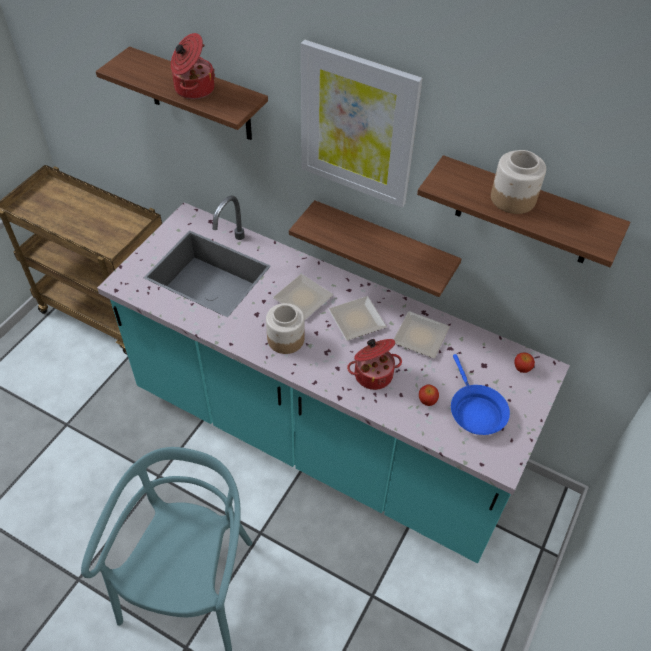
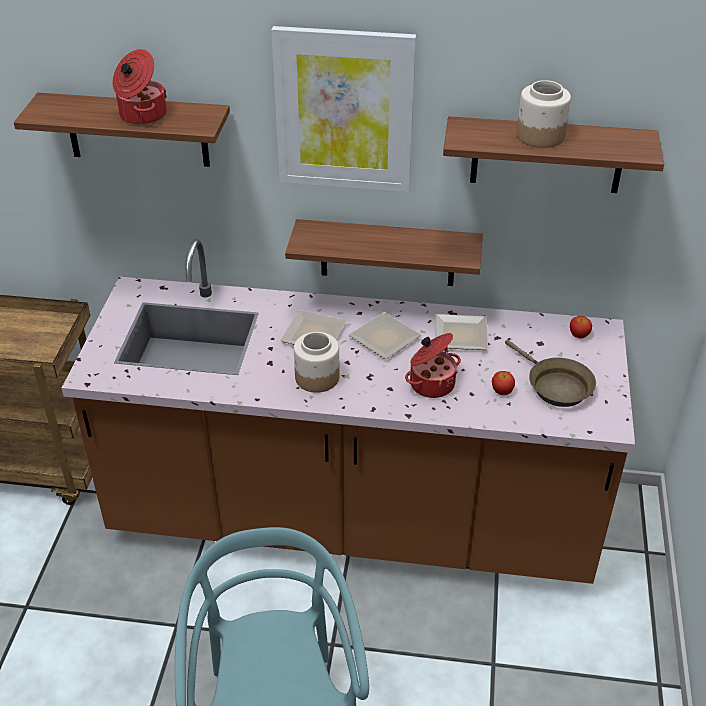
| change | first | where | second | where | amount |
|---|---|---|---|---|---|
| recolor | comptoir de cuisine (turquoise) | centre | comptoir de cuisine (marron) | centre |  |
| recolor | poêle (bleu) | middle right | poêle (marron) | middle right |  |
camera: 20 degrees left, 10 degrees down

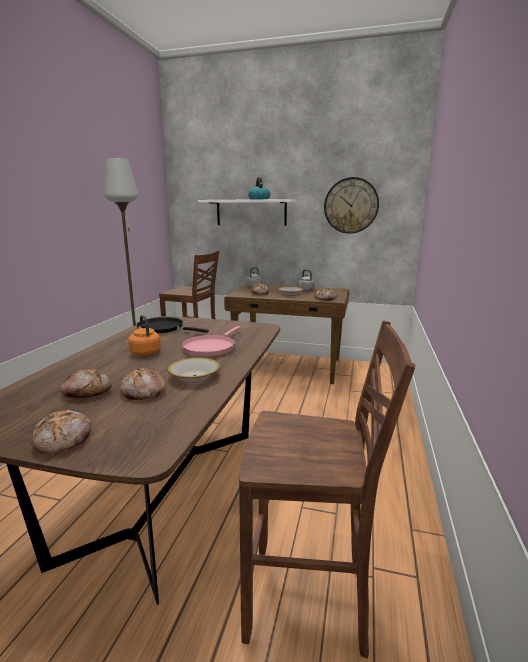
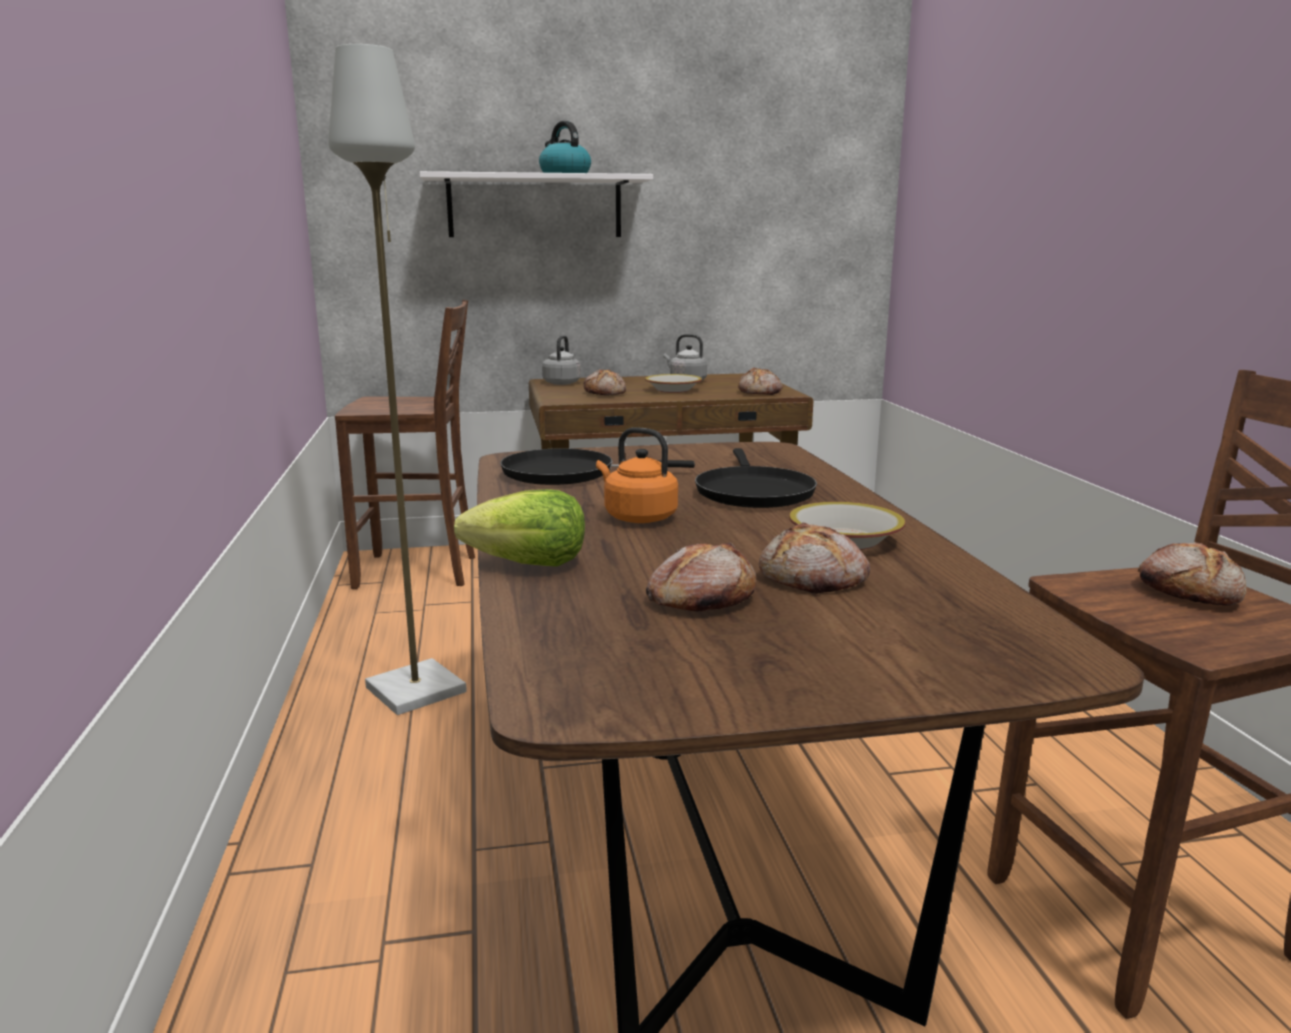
| change | first | where | second | where | amount |
|---|---|---|---|---|---|
| move | pain (1st from left in the first image) | middle left | pain (5th from left) | middle right |  |
| recolor | poêle (rose) | centre | poêle (noir) (2nd from left) | centre |  |
| delete | horloge murale | top centre |  |  |  |
| insert |  |  | laitue | centre |  |
camera: 25 degrees left, 0 degrees up

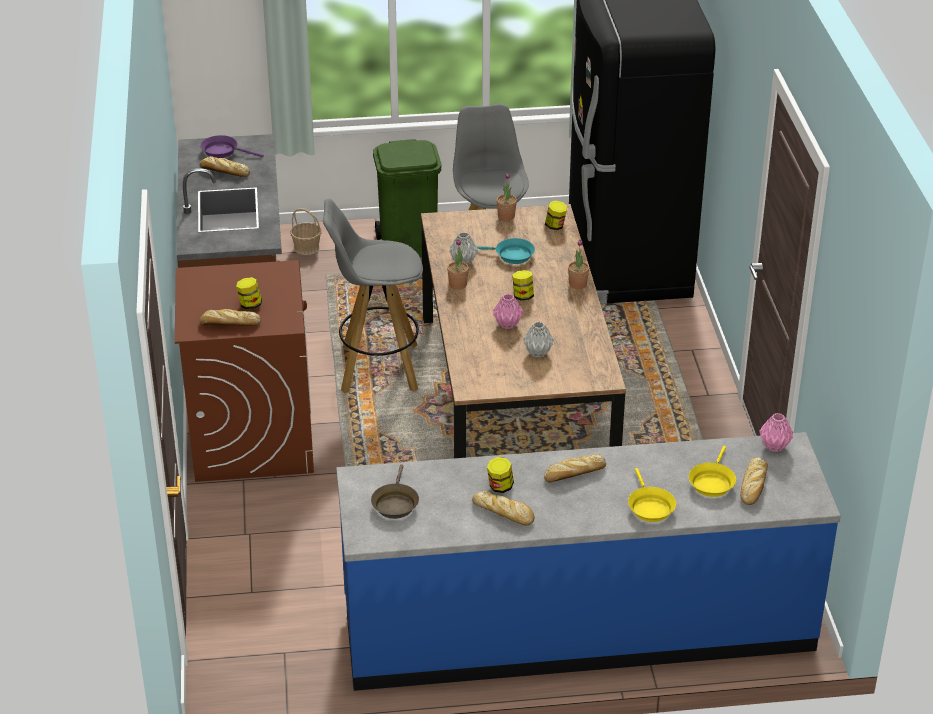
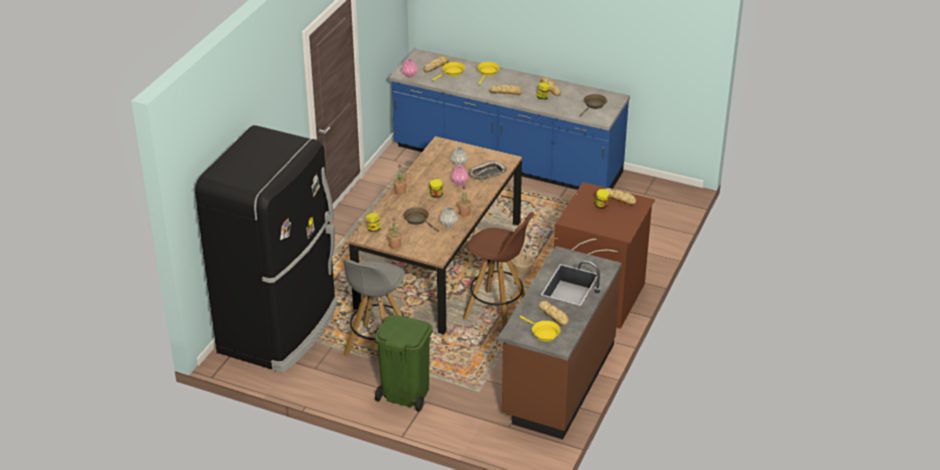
| change | first | where | second | where | amount |
|---|---|---|---|---|---|
| recolor | poêle (violet) | top left | poêle (jaune) (3rd from left) | bottom centre |  |
| move | panier | top left |  | centre |  |
| recolor | tabouret (gris) (1st from left) | centre | tabouret (marron) | centre |  |
| recolor | poêle (turquoise) | centre | poêle (marron) (1st from left) | centre |  |
| insert |  |  | plateau | centre |  |
camera: 150 degrees left, 0 degrees up

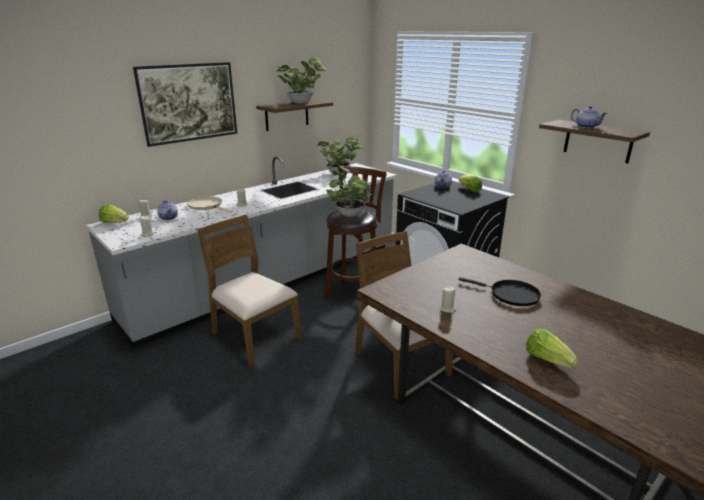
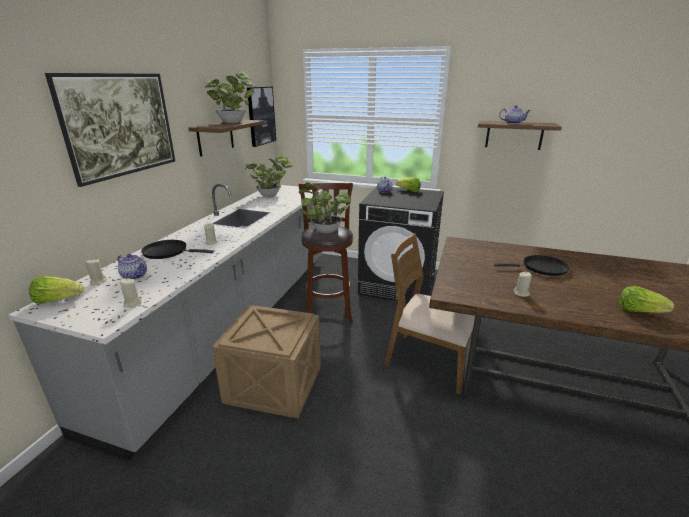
| change | first | where | second | where | amount |
|---|---|---|---|---|---|
| recolor | poêle (beige) | middle left | poêle (noir) (1st from left) | middle left |  |
| replace | chaise (marron) (1st from left) | centre | caisse | bottom centre |  |
| insert |  |  | tableau (2nd from left) | top centre |  |
camera: 30 degrees left, 0 degrees up

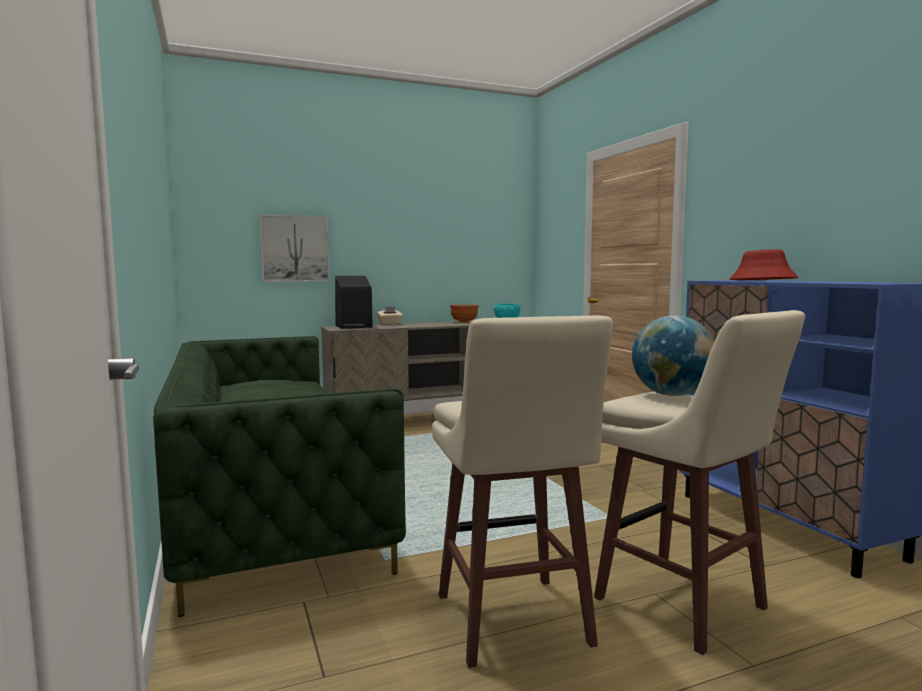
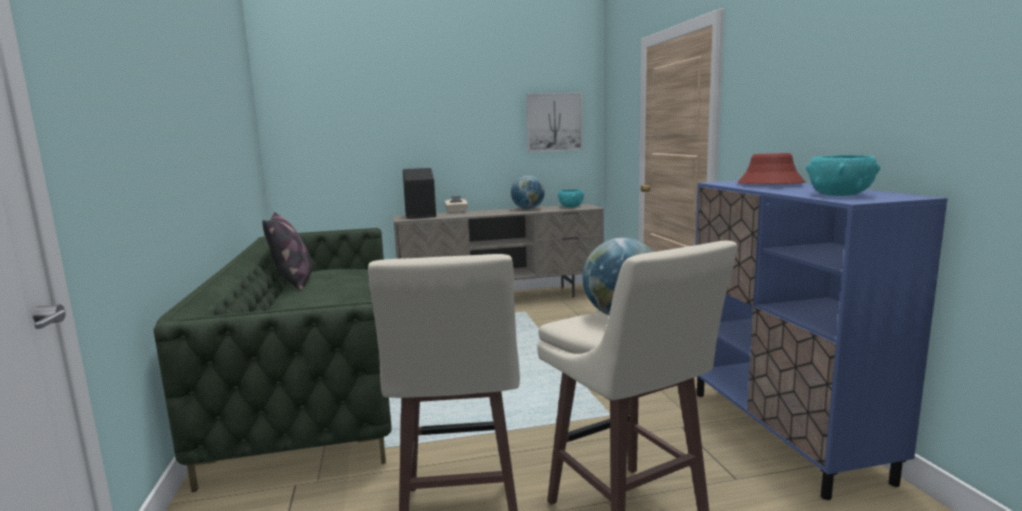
| change | first | where | second | where | amount |
|---|---|---|---|---|---|
| move | tableau | middle left |  | top centre |  |
| replace | bol (marron) | centre | globe (1st from left) | centre |  |
| insert |  |  | coussin | middle left |  |
| insert |  |  | bol (turquoise) (2nd from left) | middle right |  |
camera: 10 degrees right, 5 degrees up

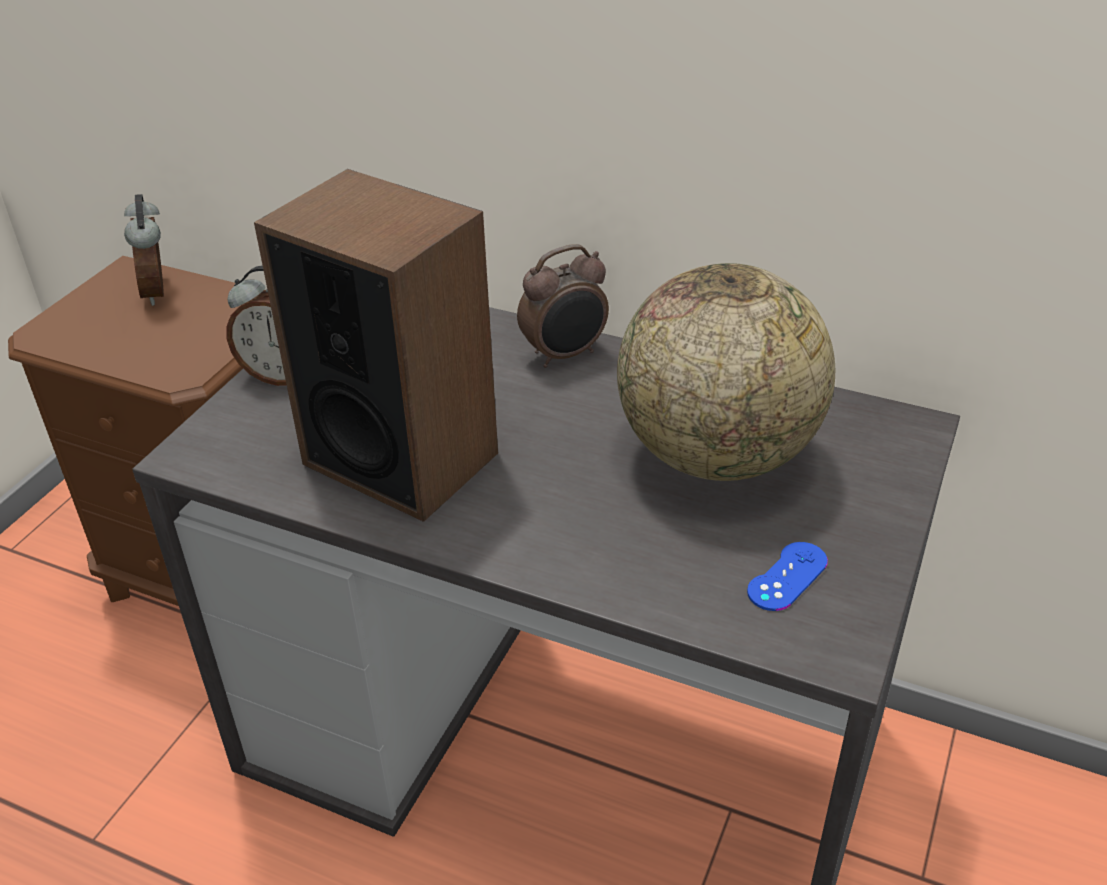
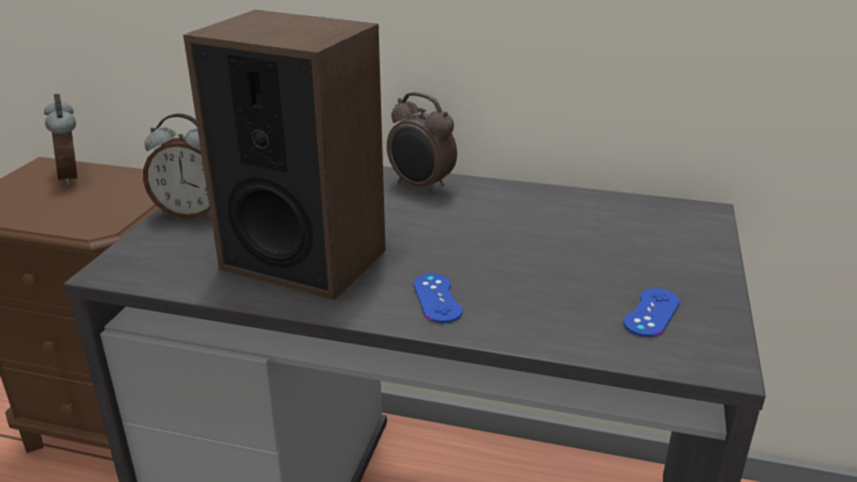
| change | first | where | second | where | amount |
|---|---|---|---|---|---|
| rotate | réveil (3rd from left) | centre |  | top centre | 75 degrees clockwise |
| delete | globe | centre |  |  |  |
| insert |  |  | manette (bleu) (1st from left) | centre |  |
camera: 10 degrees left, 10 degrees down

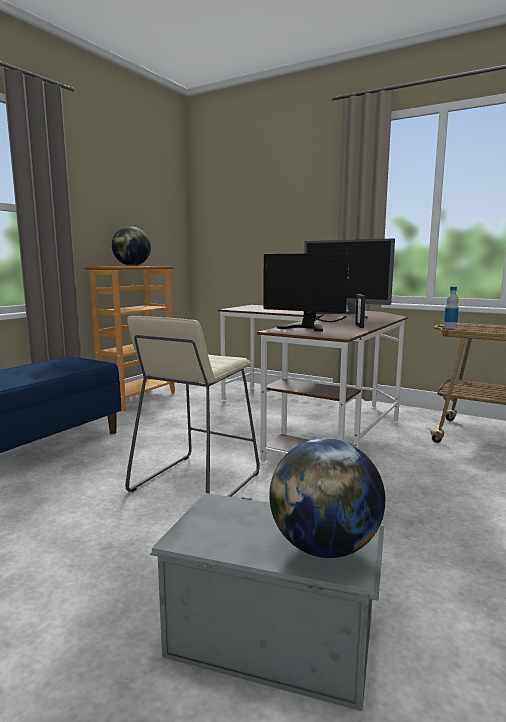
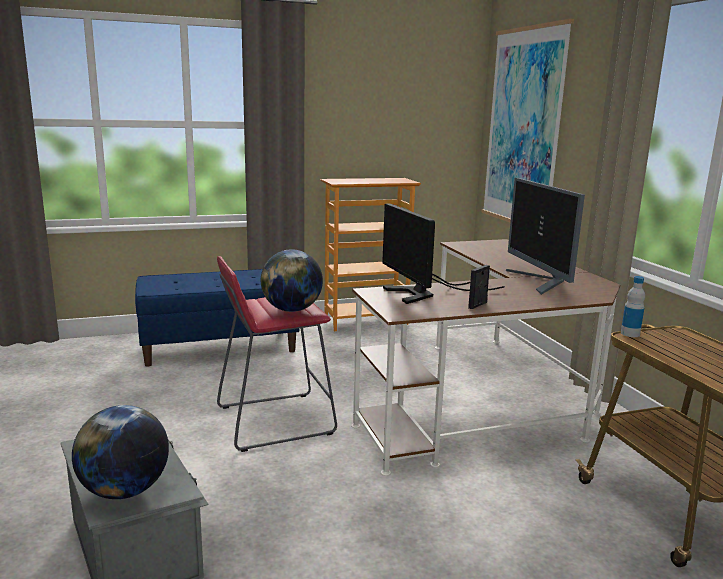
| change | first | where | second | where | amount |
|---|---|---|---|---|---|
| move | globe (1st from left in the first image) | middle left | globe (2nd from left) | centre |  |
| recolor | tabouret (beige) | centre | tabouret (rouge) | centre |  |
| insert |  |  | tableau | top right |  |
camera: 40 degrees right, 5 degrees up

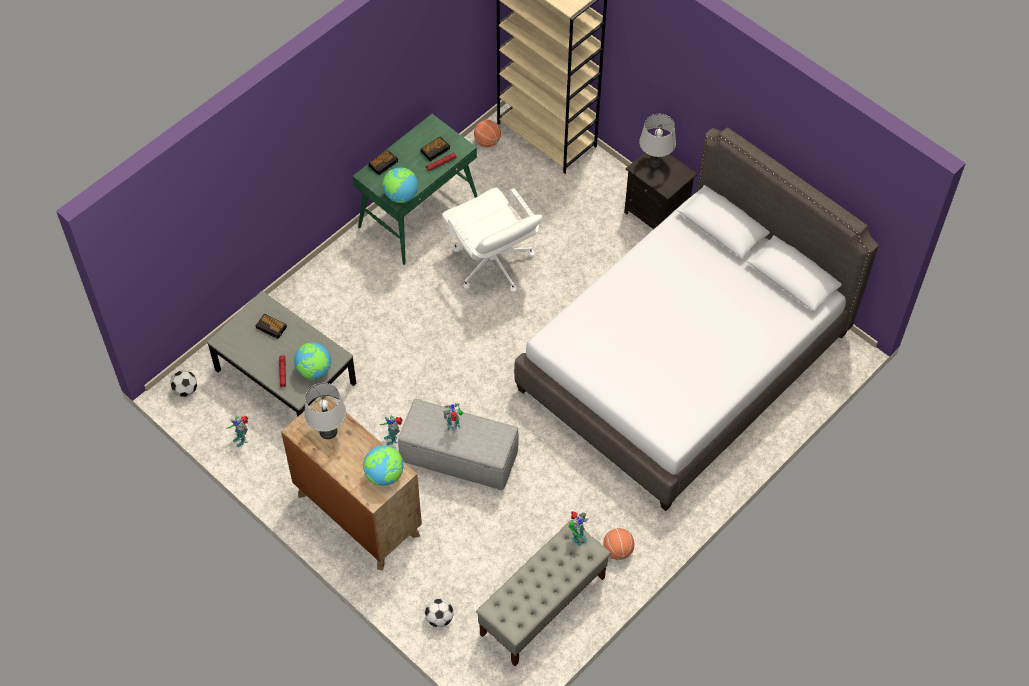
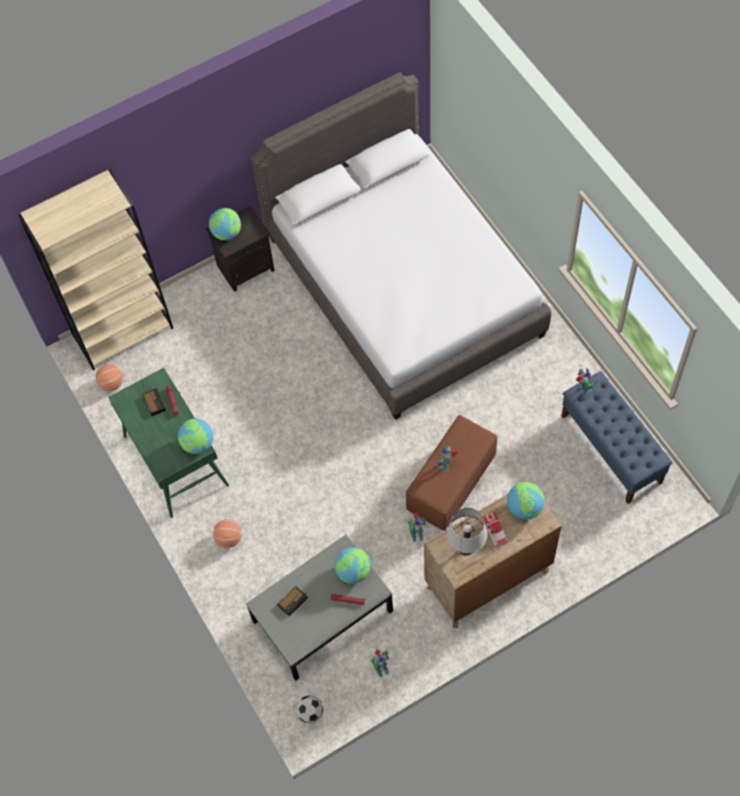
| change | first | where | second | where | amount |
|---|---|---|---|---|---|
| delete | réveil (2nd from left) | top centre |  |  |  |
| recolor | pouf (gris) | centre | pouf (marron) | centre |  |
| delete | ballon de foot (2nd from left) | bottom centre |  |  |  |
| delete | chaise de bureau (blanc) | centre |  |  |  |
| recolor | banc (gris) | bottom centre | banc (bleu) | middle right |  |
| move | ballon de basket (2nd from left) | bottom centre |  | bottom left |  |
| replace | lampe de table (gris) (2nd from left) | top centre | globe (2nd from left) | top left |  |
| insert |  |  | petite voiture | middle right |  |
camera: 70 degrees left, 5 degrees up

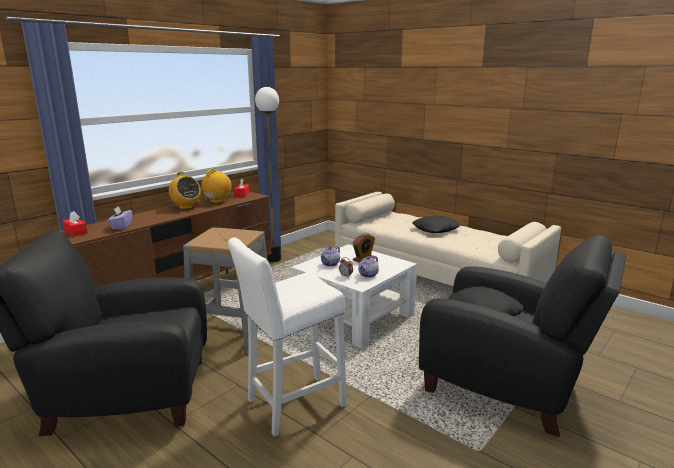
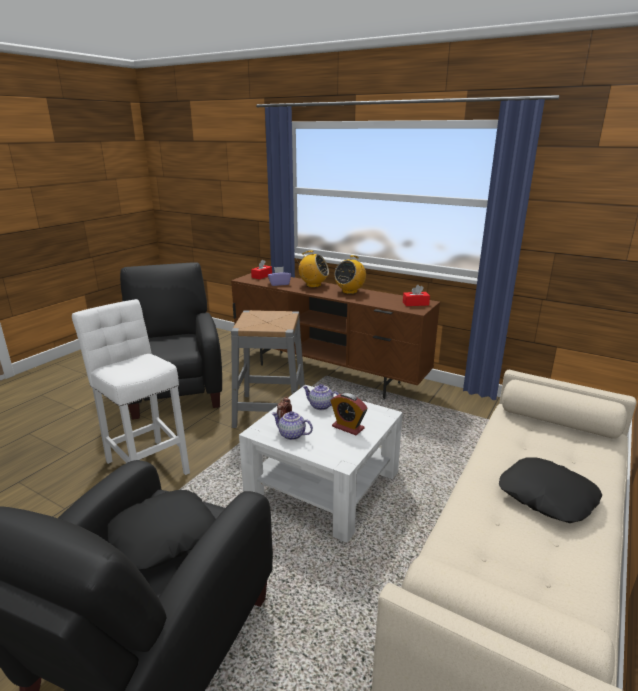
| change | first | where | second | where | amount |
|---|---|---|---|---|---|
| move | radio (2nd from left in the first image) | middle left | radio (1st from left) | centre |  |
| delete | lampadaire | centre |  |  |  |
camera: 80 degrees right, 5 degrees up

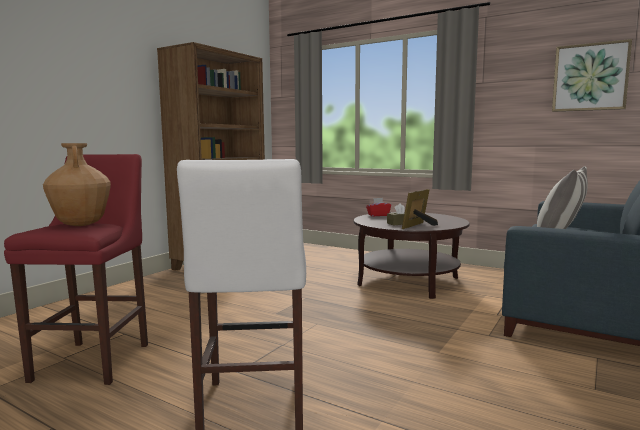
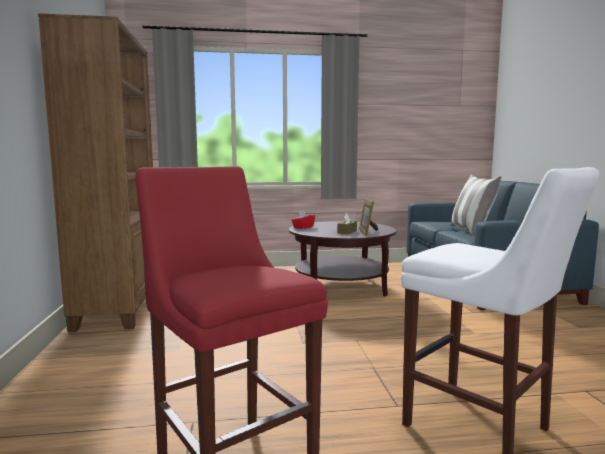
| change | first | where | second | where | amount |
|---|---|---|---|---|---|
| delete | vase (marron) | middle left |  |  |  |
| delete | tableau | top right |  |  |  |
camera: 40 degrees left, 0 degrees up

